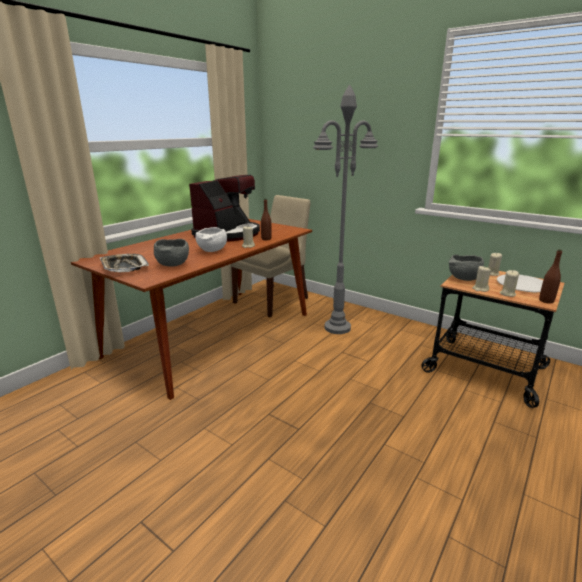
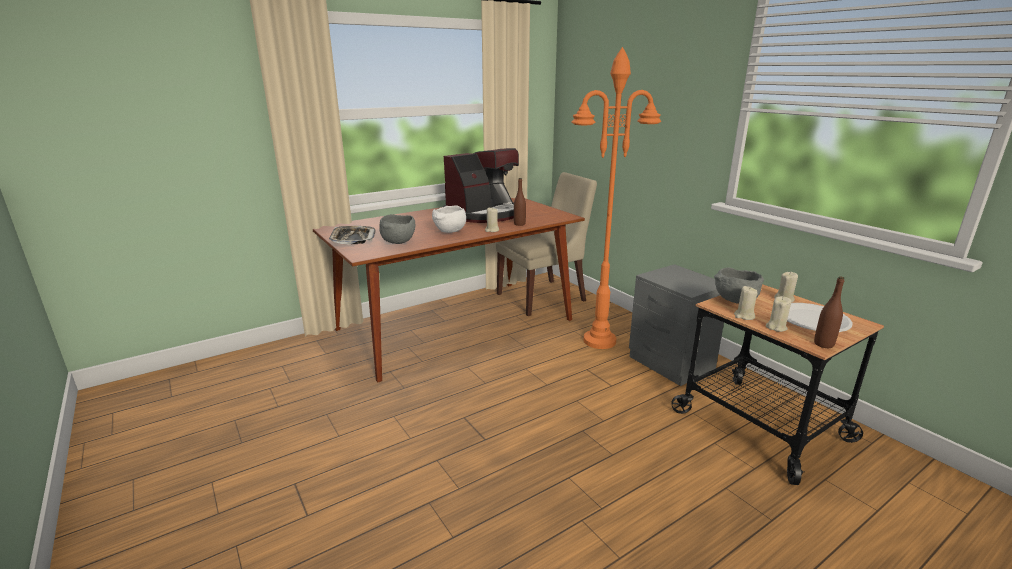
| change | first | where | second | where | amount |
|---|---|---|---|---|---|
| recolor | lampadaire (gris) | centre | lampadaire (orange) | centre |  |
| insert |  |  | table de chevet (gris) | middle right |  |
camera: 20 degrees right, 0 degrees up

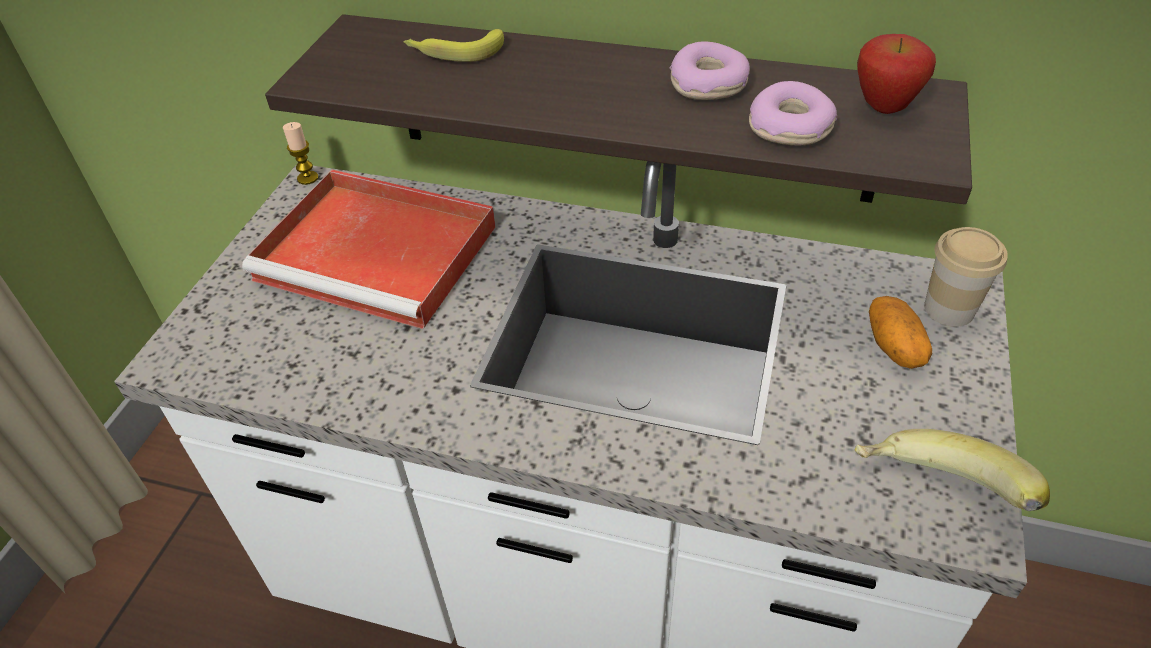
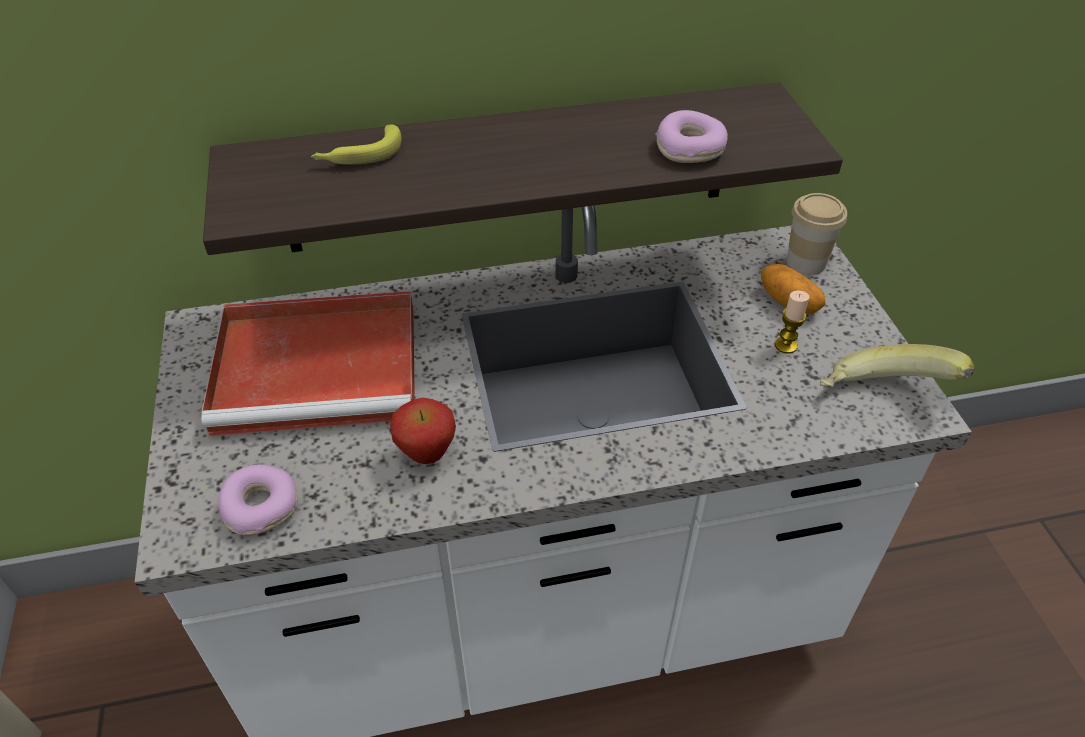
| change | first | where | second | where | amount |
|---|---|---|---|---|---|
| move | bougie | top left |  | middle right |  |
| move | beignet (1st from left) | top centre |  | bottom left |  |
| move | pomme | top right |  | centre |  |
camera: 30 degrees left, 0 degrees up

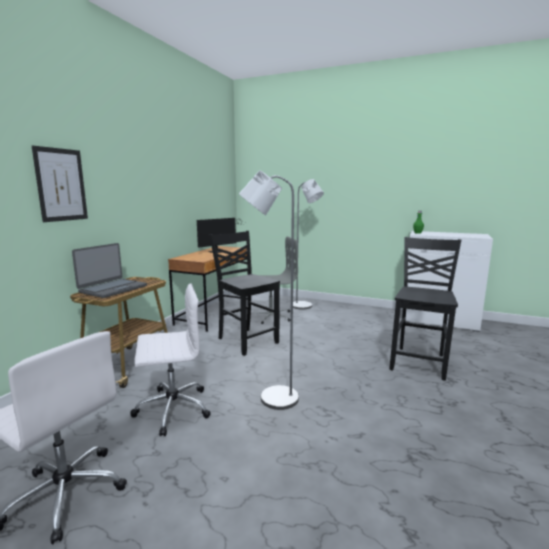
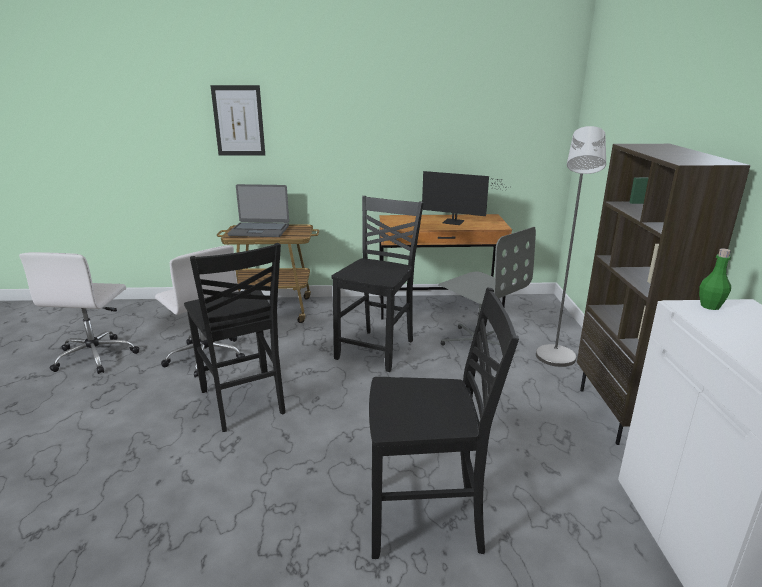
| change | first | where | second | where | amount |
|---|---|---|---|---|---|
| replace | lampadaire (gris) (1st from left) | centre | chaise (noir) (1st from left) | middle left |  |
| insert |  |  | bibliothèque (marron) | middle right |  |
camera: 65 degrees right, 10 degrees up

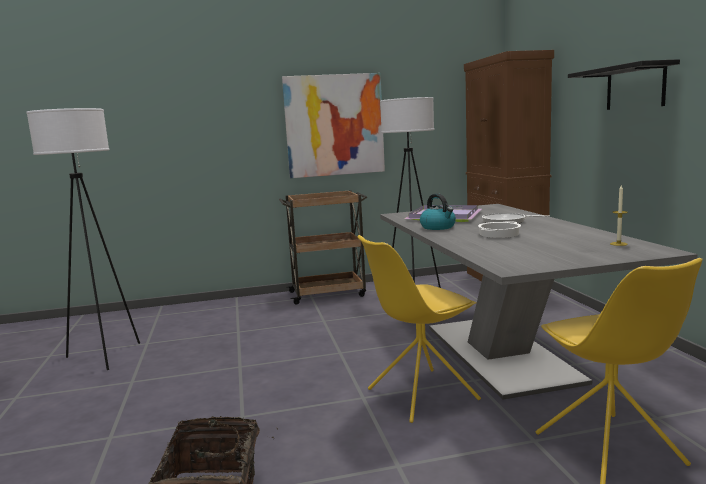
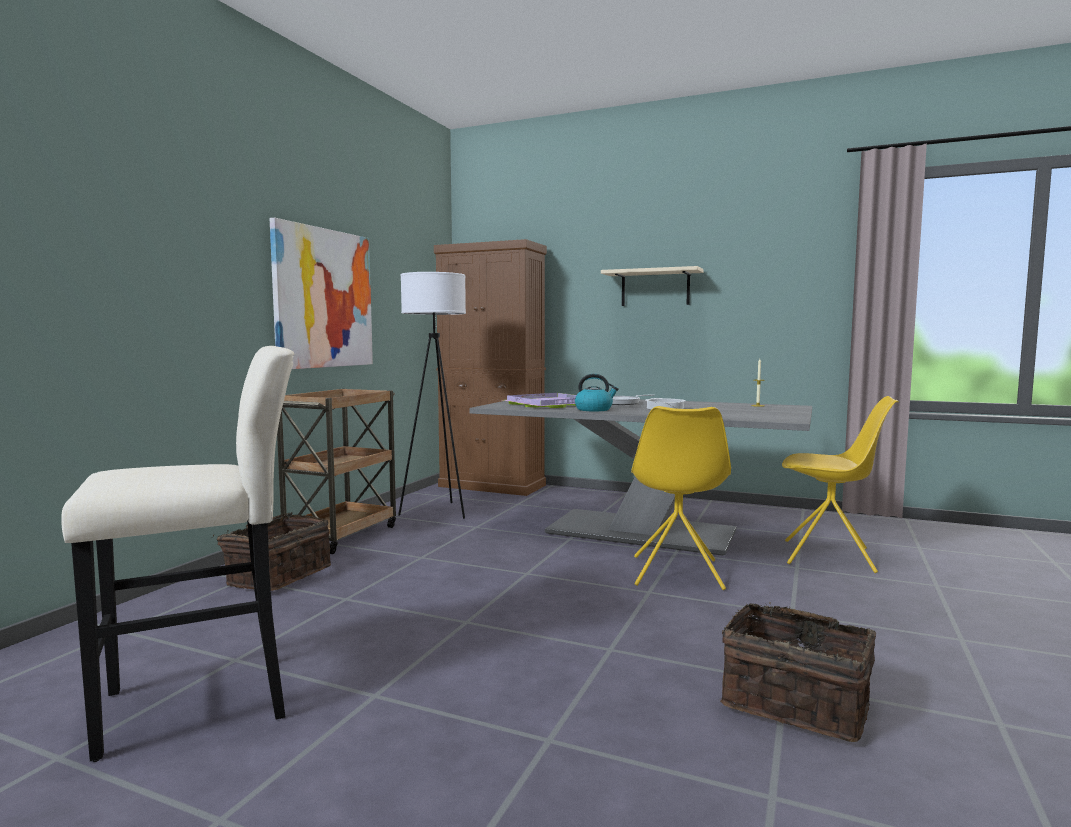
| change | first | where | second | where | amount |
|---|---|---|---|---|---|
| replace | lampadaire (blanc) (1st from left) | middle left | tabouret (beige) | bottom left |  |
| recolor | étagère (noir) | top right | étagère (beige) | centre |  |
| insert |  |  | panier (1st from left) | middle left |  |
camera: 55 degrees left, 5 degrees down

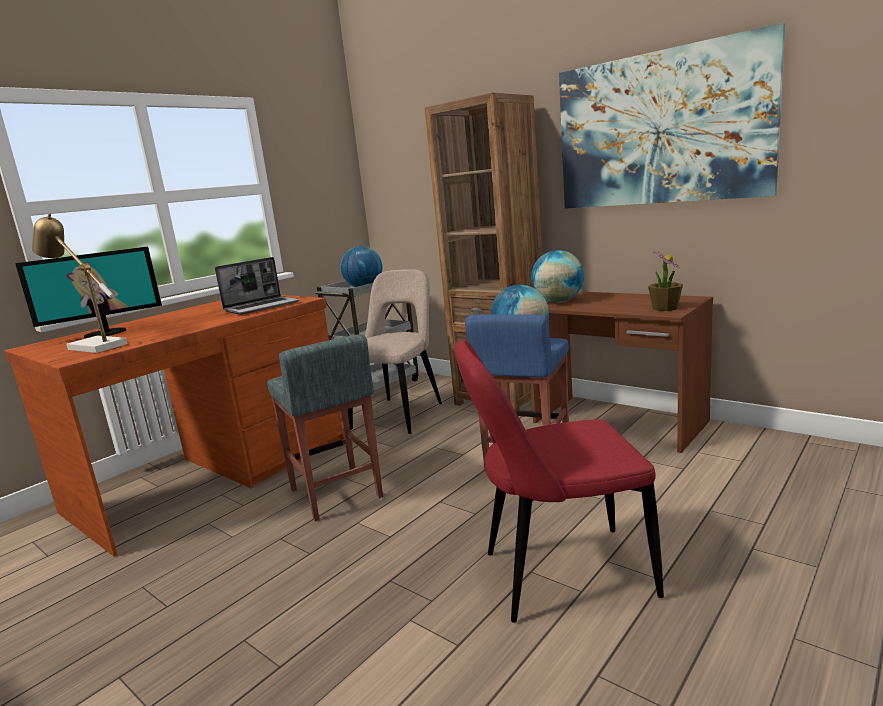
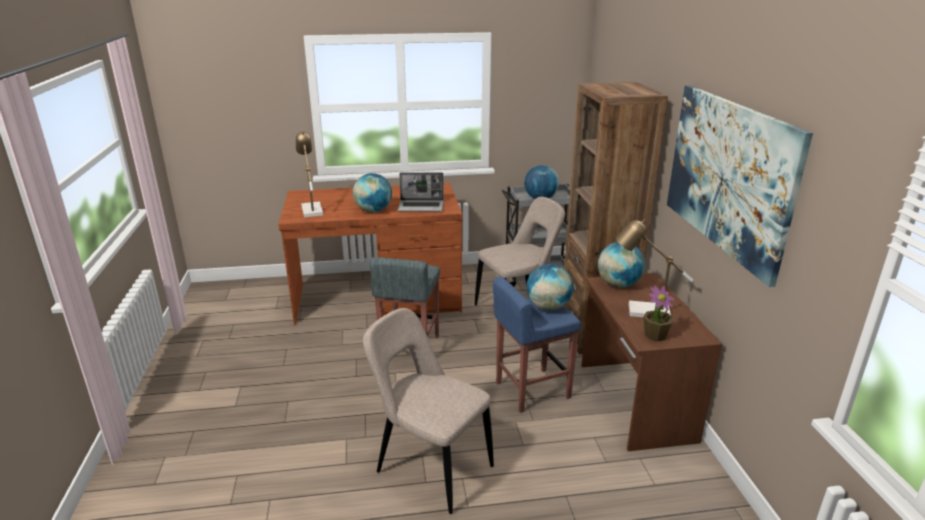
| change | first | where | second | where | amount |
|---|---|---|---|---|---|
| delete | écran d'ordinateur | middle left |  |  |  |
| recolor | chaise (rouge) | bottom centre | chaise (beige) (1st from left) | bottom centre |  |
| insert |  |  | globe (1st from left) | centre |  |
| insert |  |  | lampe de table (2nd from left) | middle right |  |
camera: 40 degrees right, 10 degrees up

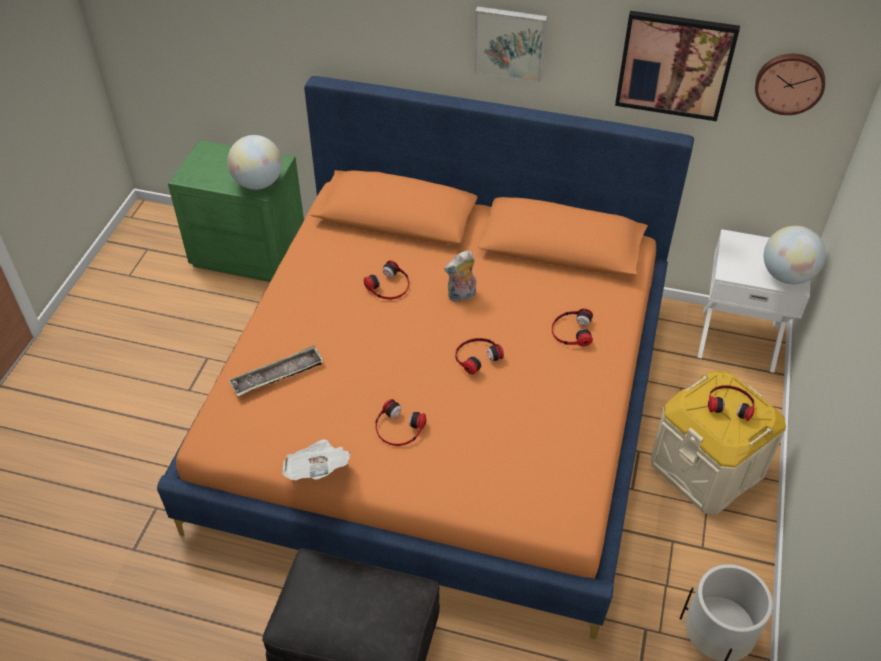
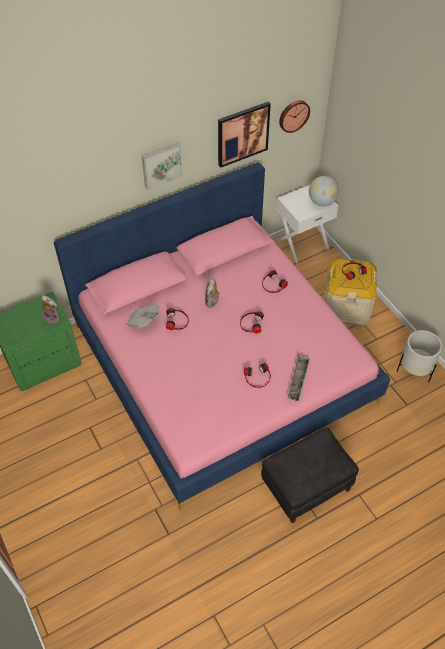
| change | first | where | second | where | amount |
|---|---|---|---|---|---|
| recolor | lit (orange) | centre | lit (rose) | centre |  |
| replace | globe (1st from left) | top left | peluche (1st from left) | middle left |  |
| move | plateau | middle left |  | middle right |  |
| move | journal | bottom centre |  | middle left |  |
camera: 45 degrees left, 5 degrees up

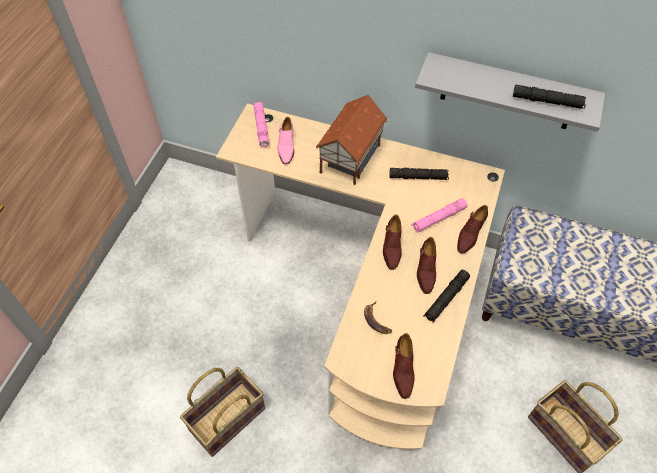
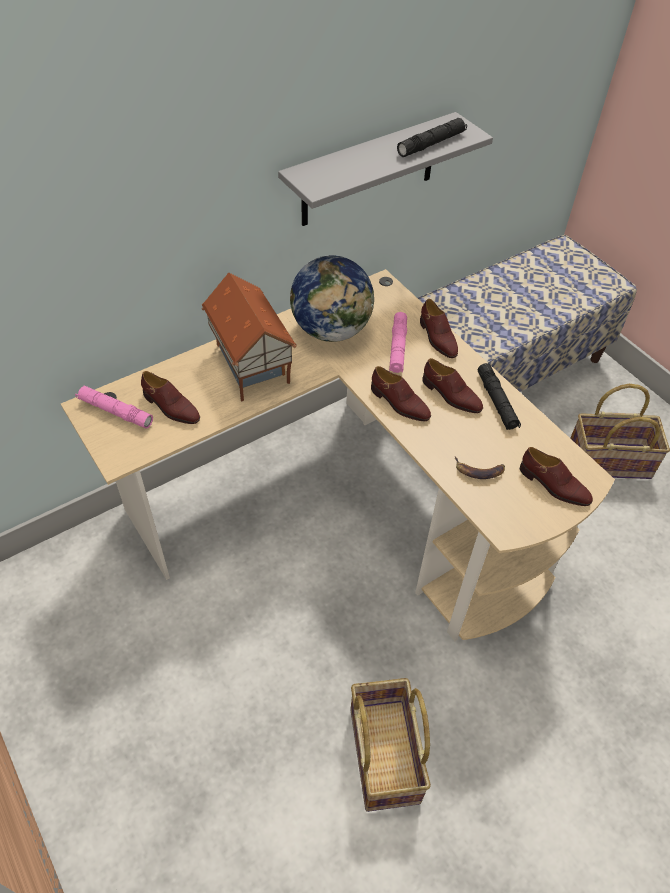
| change | first | where | second | where | amount |
|---|---|---|---|---|---|
| recolor | chaussure (rose) | top centre | chaussure (marron) (1st from left) | middle left |  |
| replace | lampe de poche (noir) (1st from left) | centre | globe | centre |  |
camera: 55 degrees left, 5 degrees down

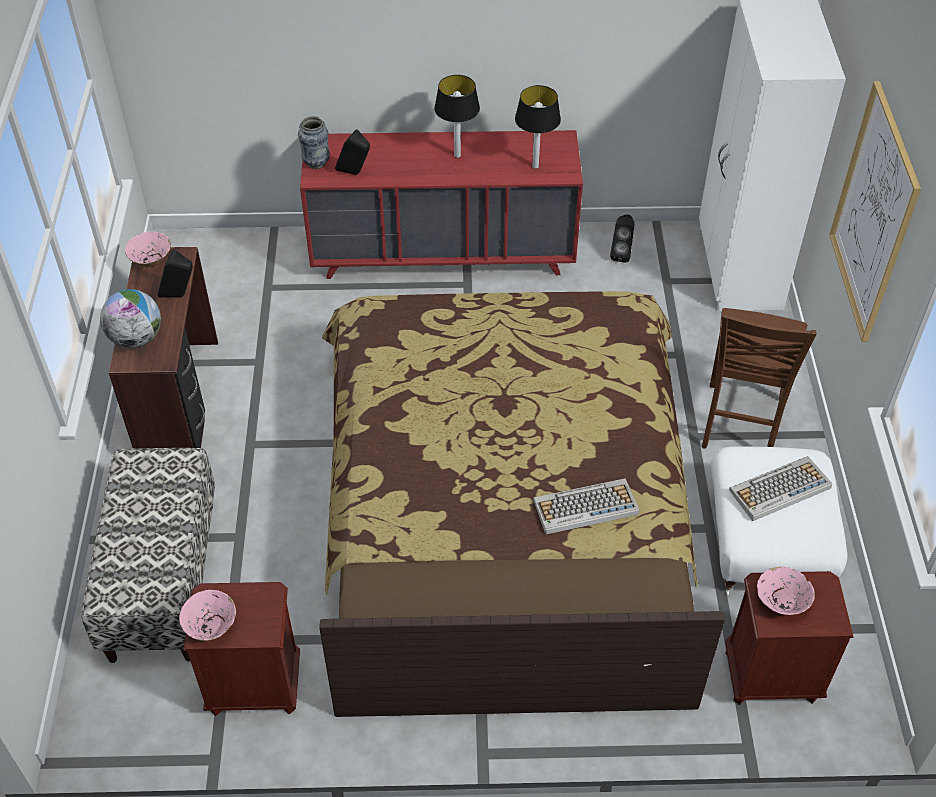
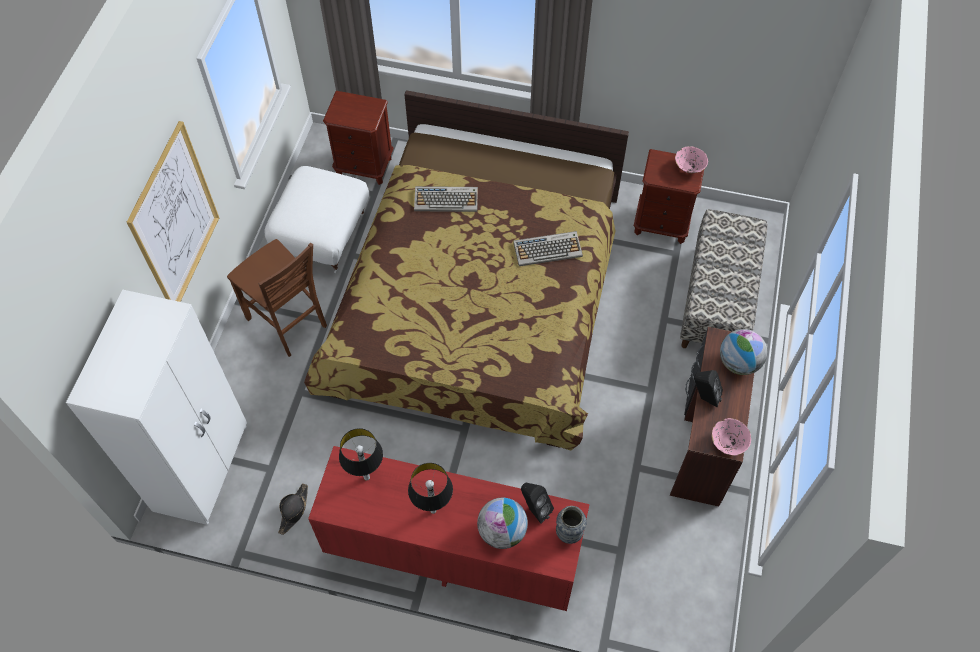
| change | first | where | second | where | amount |
|---|---|---|---|---|---|
| replace | enceinte (noir) (3rd from left) | top centre | chapeau (noir) | bottom left |  |
| rotate | chaise (marron) | middle right |  | middle left | 105 degrees clockwise |
| move | clavier (2nd from left) | middle right |  | centre |  |
| delete | bol (rose) (3rd from left) | bottom right |  |  |  |
| insert |  |  | globe (1st from left) | bottom centre |  |
camera: 165 degrees left, 10 degrees up

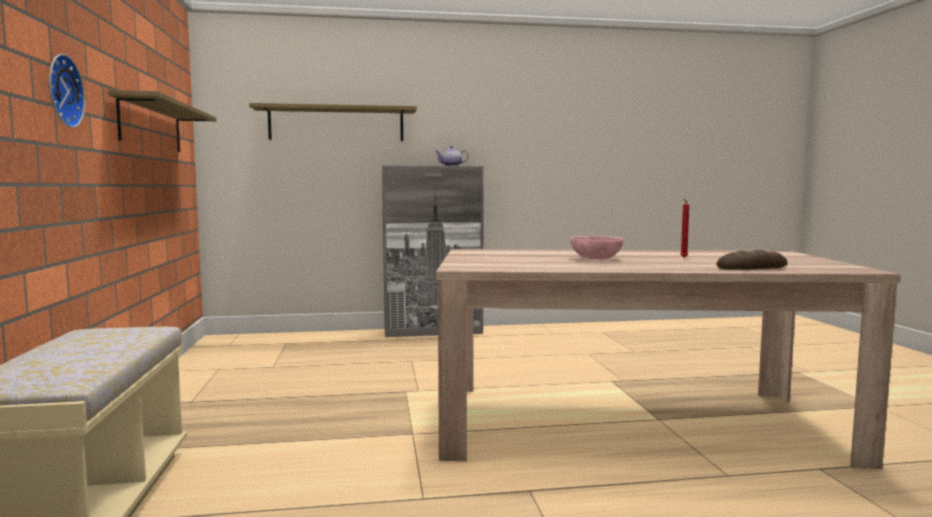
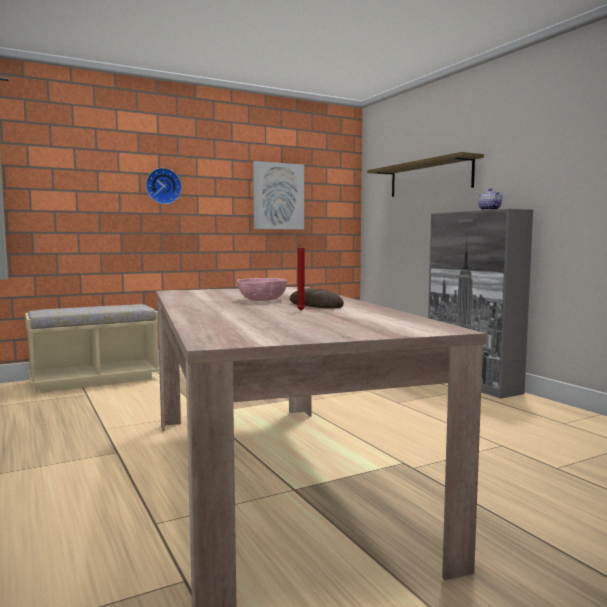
| change | first | where | second | where | amount |
|---|---|---|---|---|---|
| replace | étagère (1st from left) | top left | tableau | top centre |  |
| move | pain | middle right |  | centre |  |
camera: 70 degrees right, 0 degrees up

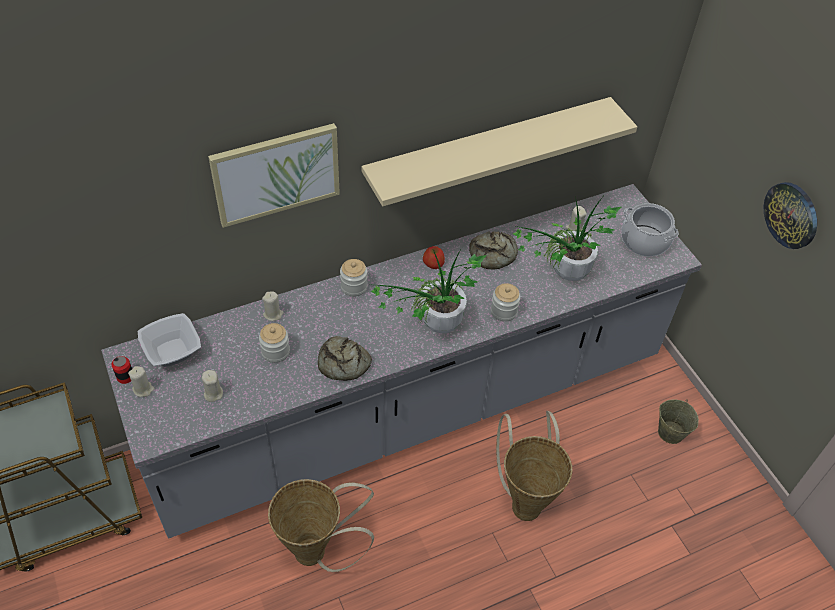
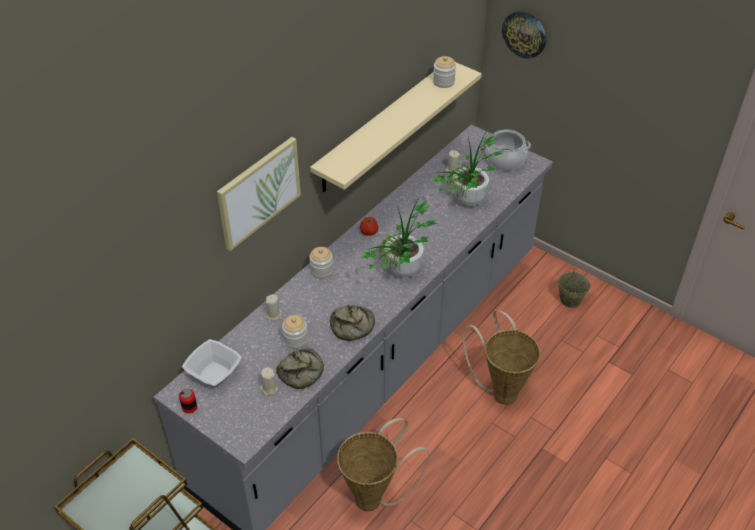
| change | first | where | second | where | amount |
|---|---|---|---|---|---|
| delete | bougie (beige) (1st from left) | middle left |  |  |  |
| move | pain (2nd from left in the first image) | centre | pain (1st from left) | bottom centre |  |
| move | bocal (3rd from left) | centre |  | top centre |  |
| move | horloge murale | middle right |  | top right |  |
camera: 25 degrees left, 5 degrees down

